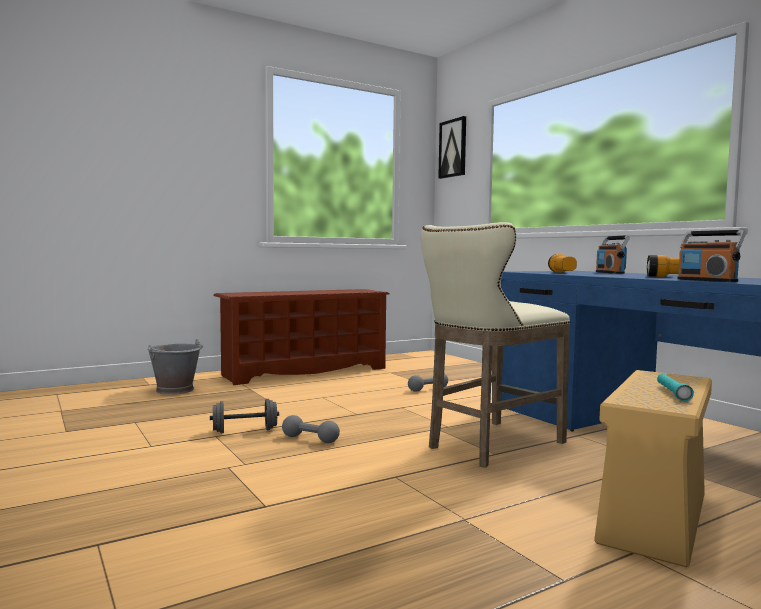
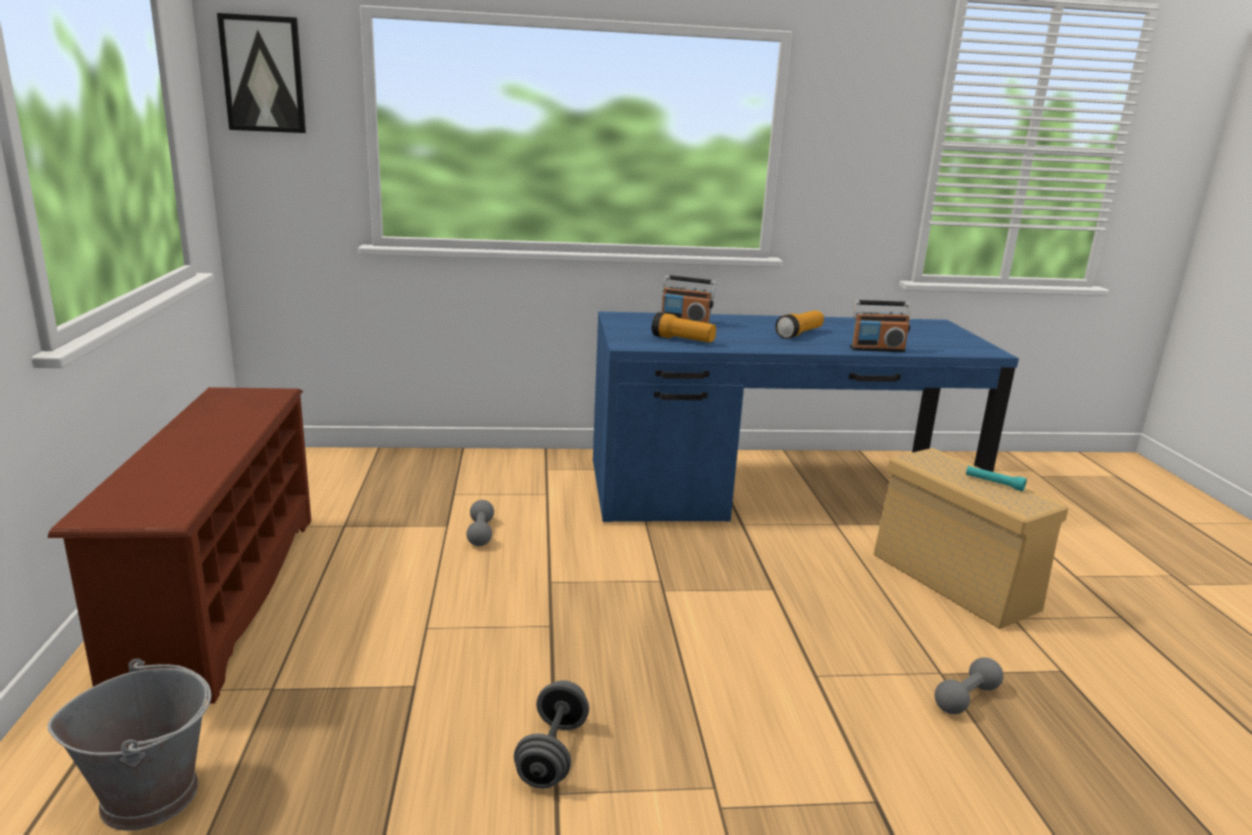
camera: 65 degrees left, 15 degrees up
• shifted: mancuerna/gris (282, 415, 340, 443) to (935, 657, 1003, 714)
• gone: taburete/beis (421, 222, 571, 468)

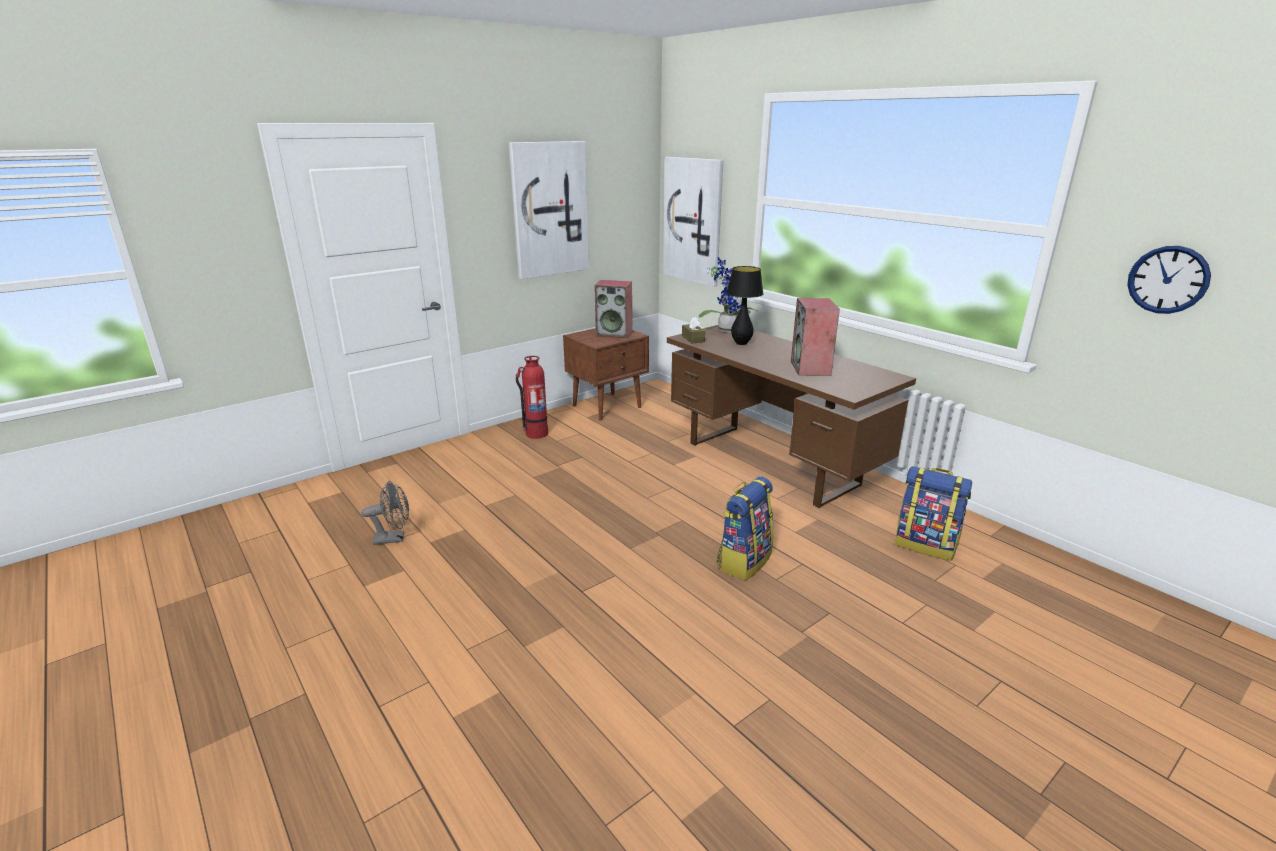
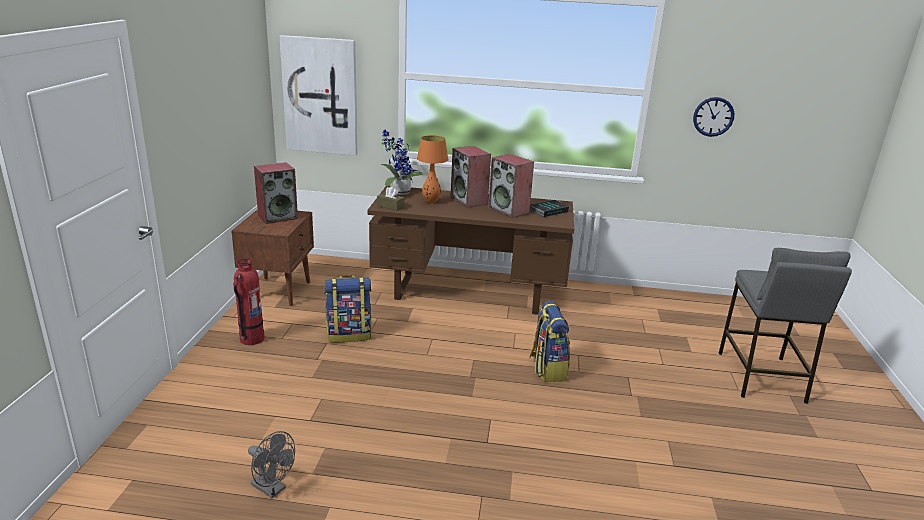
camera: 45 degrees left, 0 degrees up
• rotated: ventilador/gris (361, 481, 409, 545) = (248, 431, 295, 498) 90 degrees clockwise
• shifted: mochila (895, 466, 972, 561) to (324, 275, 371, 343)
• repainted: lámpara de mesa/negro (726, 266, 763, 345) to lámpara de mesa/naranja (417, 135, 448, 203)
• new: altavoz (451, 146, 491, 208)
• new: libro (530, 200, 569, 217)
• new: taburete/gris (719, 248, 852, 404)
• gone: cuadro (509, 141, 589, 279)

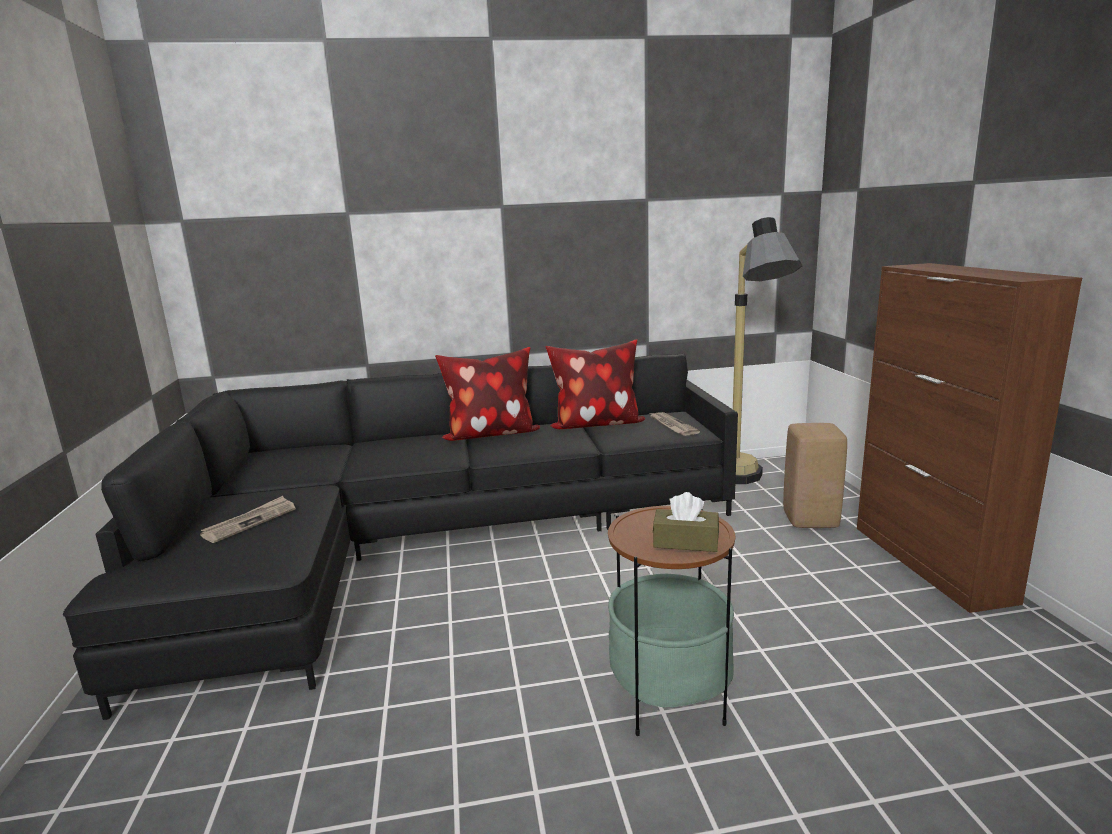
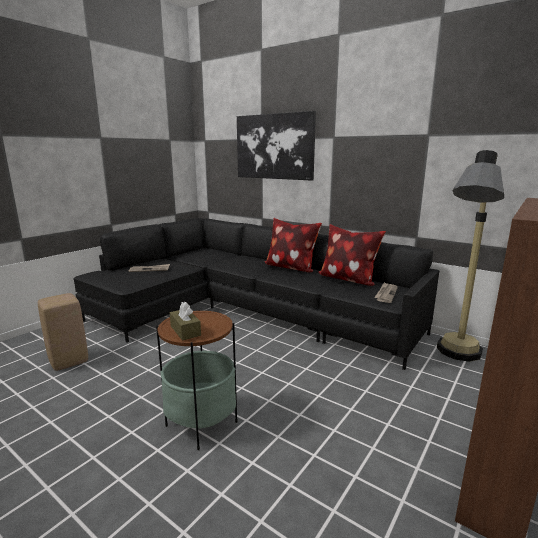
camera: 45 degrees right, 0 degrees up
• shifted: taburete/beis (783, 423, 847, 528) to (38, 293, 88, 371)
• new: cuadro (237, 111, 316, 181)

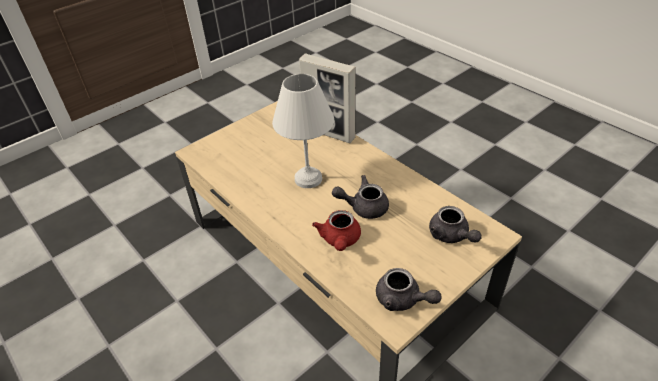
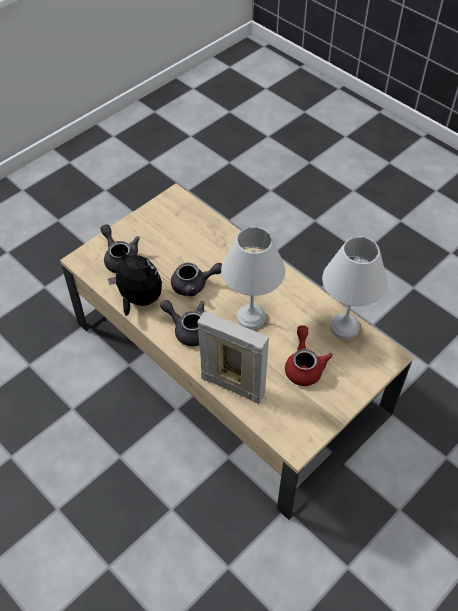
camera: 175 degrees right, 10 degrees up
• new: peluche (108, 248, 162, 316)
• shifted: tetera/gris (376, 268, 442, 311) to (160, 300, 204, 346)
• shifted: tetera/rojo (312, 210, 361, 251) to (285, 325, 333, 386)
• new: lámpara de mesa/blanco (322, 236, 388, 339)

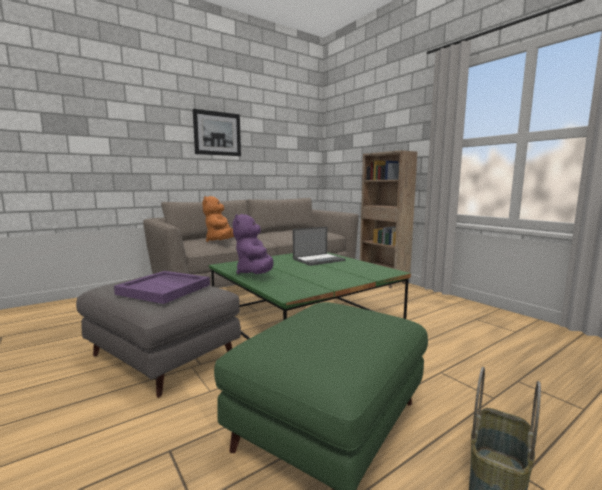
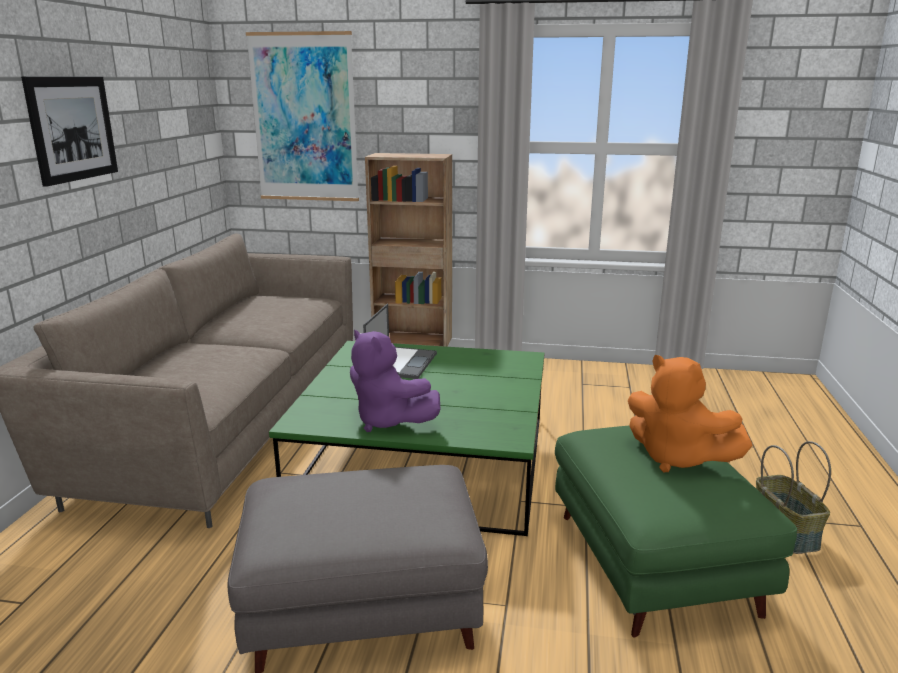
camera: 45 degrees left, 10 degrees up
• new: cuadro (246, 31, 359, 201)
• shifted: peluche/naranja (202, 196, 234, 242) to (628, 355, 753, 472)
• gone: bandeja/morado (114, 271, 210, 304)

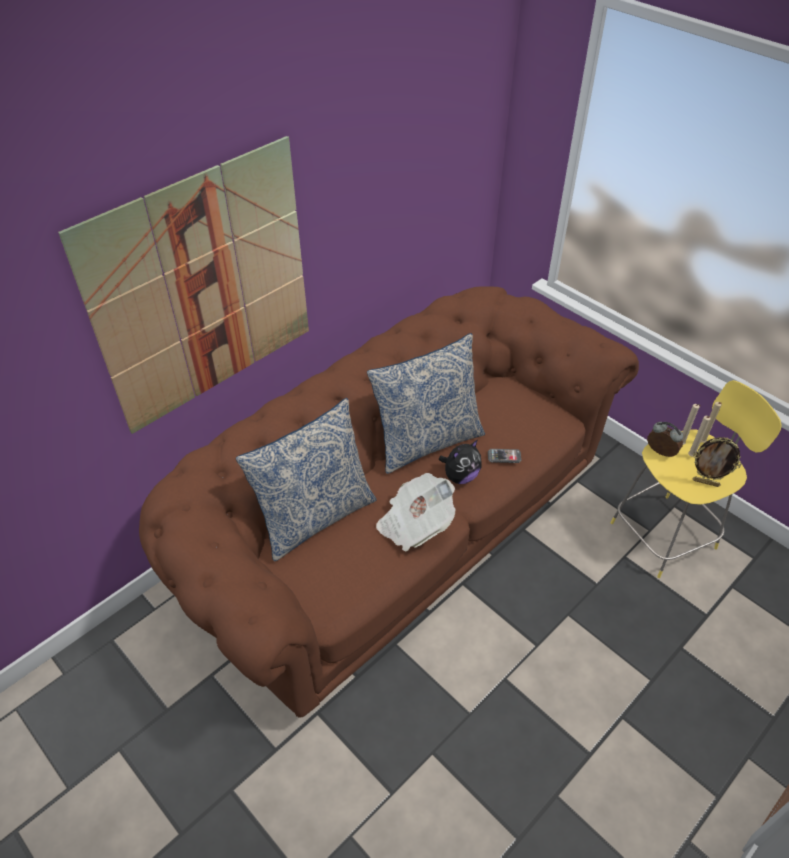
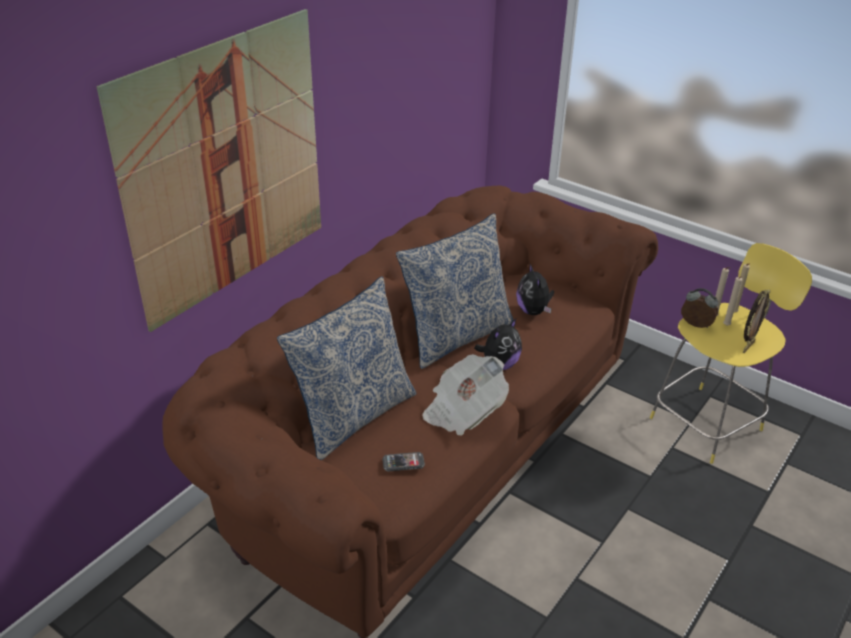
camera: 10 degrees left, 10 degrees down
• shifted: móvil (488, 449, 521, 463) to (382, 452, 425, 471)
• new: peluche (516, 263, 554, 315)
• rotated: portarretratos (693, 437, 742, 487) = (743, 289, 770, 353) 60 degrees counterclockwise

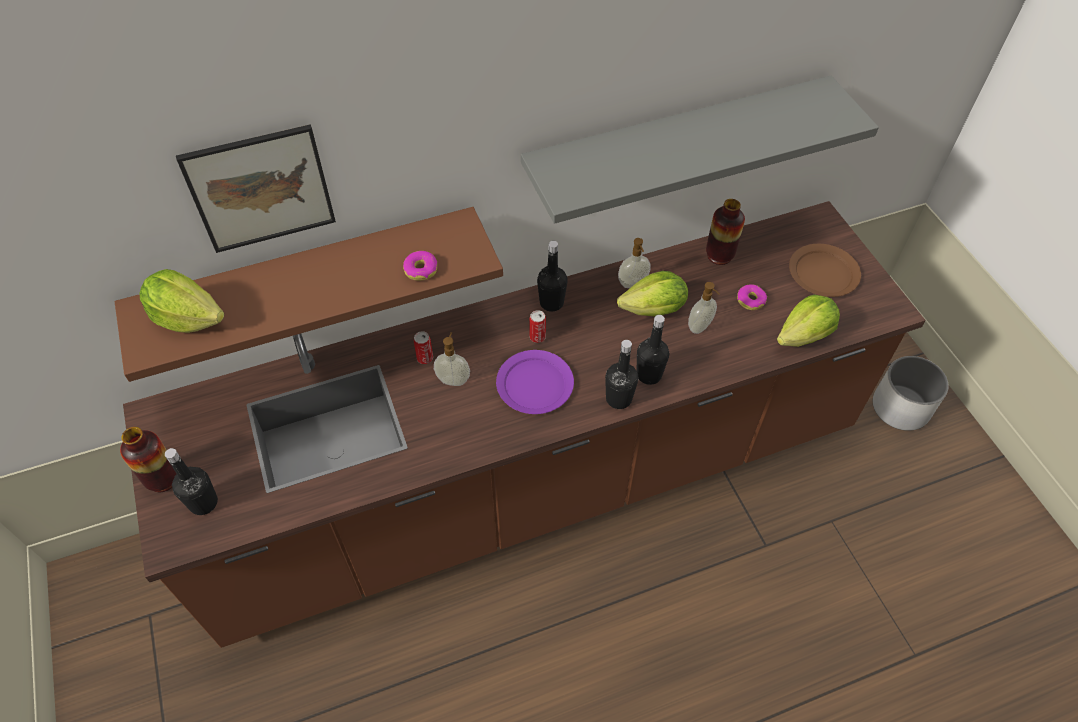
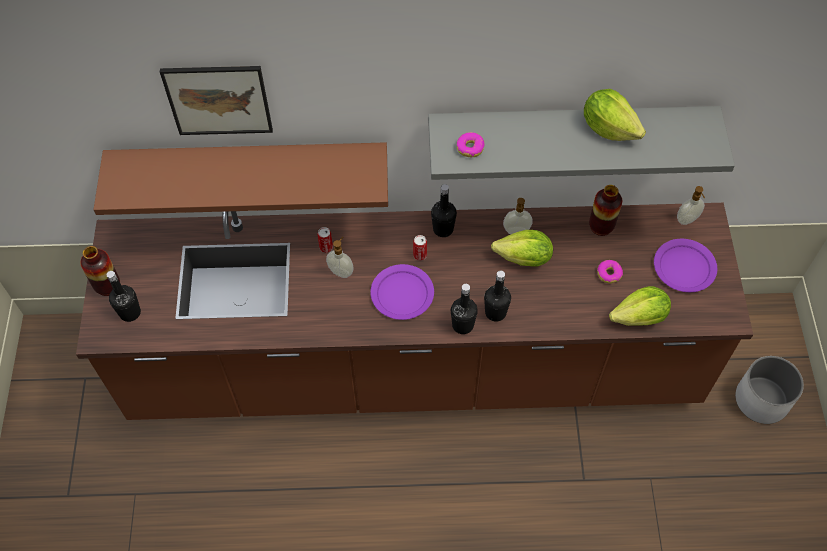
camera: 20 degrees right, 5 degrees up
• shifted: rosquilla (403, 251, 437, 281) to (457, 132, 485, 157)
• shifted: lechuga (139, 269, 224, 333) to (584, 89, 646, 141)
• repainted: plato/marrón (789, 244, 861, 297) to plato/morado (654, 239, 717, 292)
• shifted: dispensador de jabón (688, 282, 719, 334) to (677, 186, 705, 225)

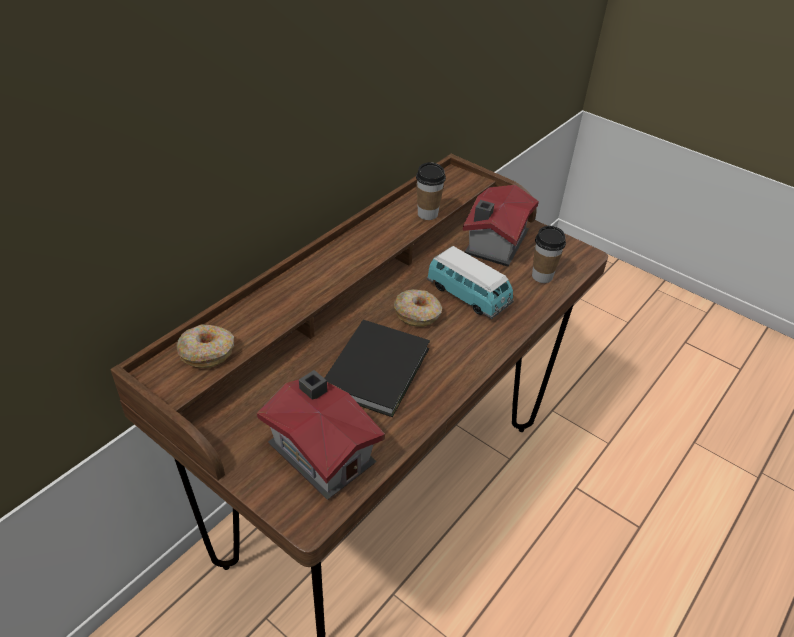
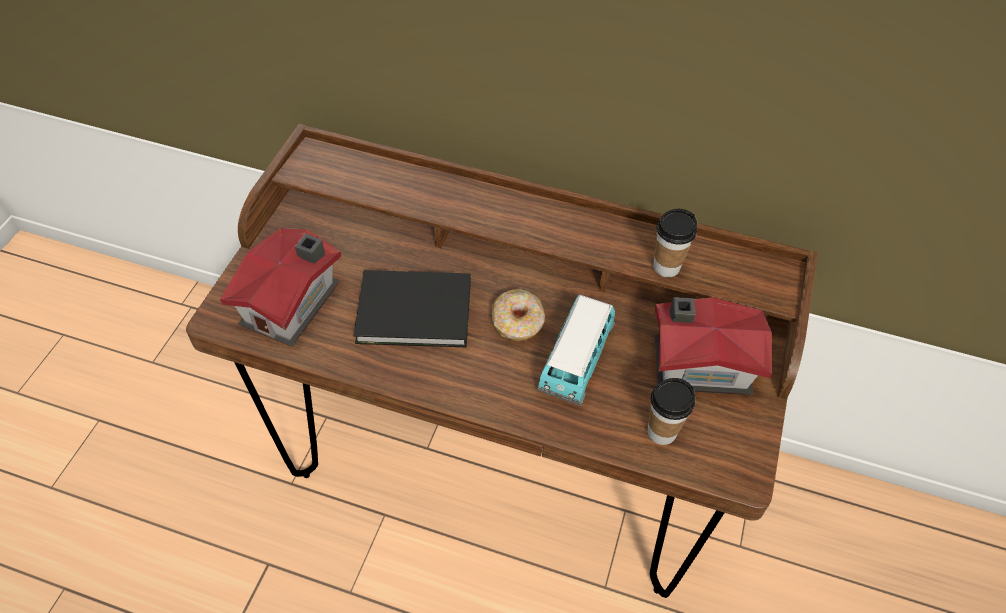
camera: 70 degrees right, 10 degrees up
• gone: rosquilla (177, 325, 234, 368)

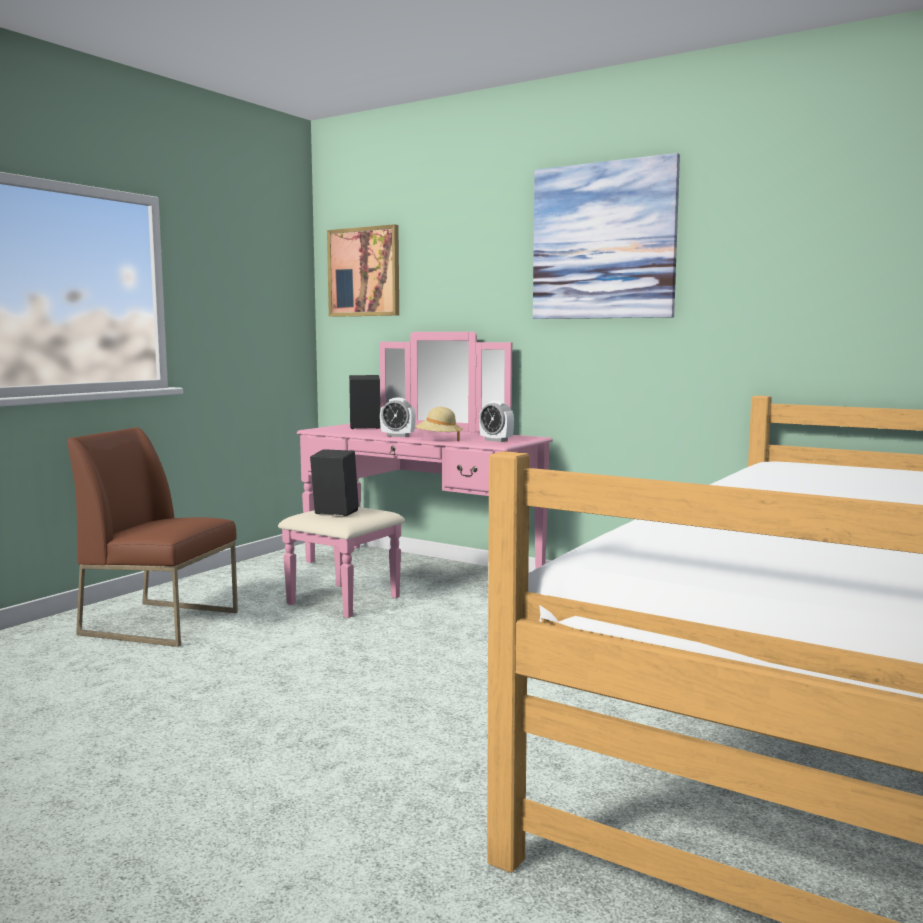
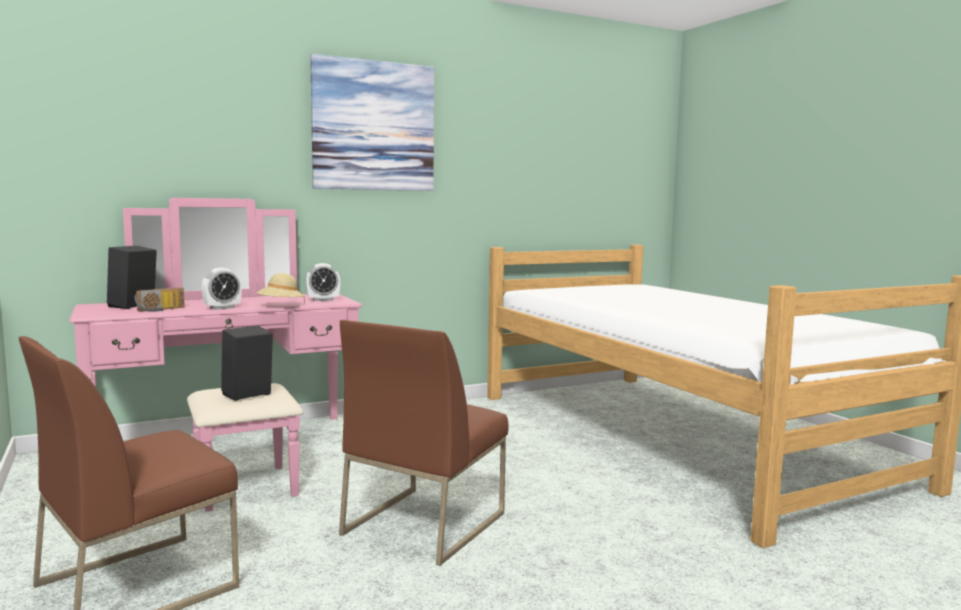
camera: 60 degrees left, 0 degrees up
• new: radio (134, 287, 185, 312)
• new: silla/marrón (339, 320, 508, 566)
• gone: cuadro (327, 224, 399, 317)

